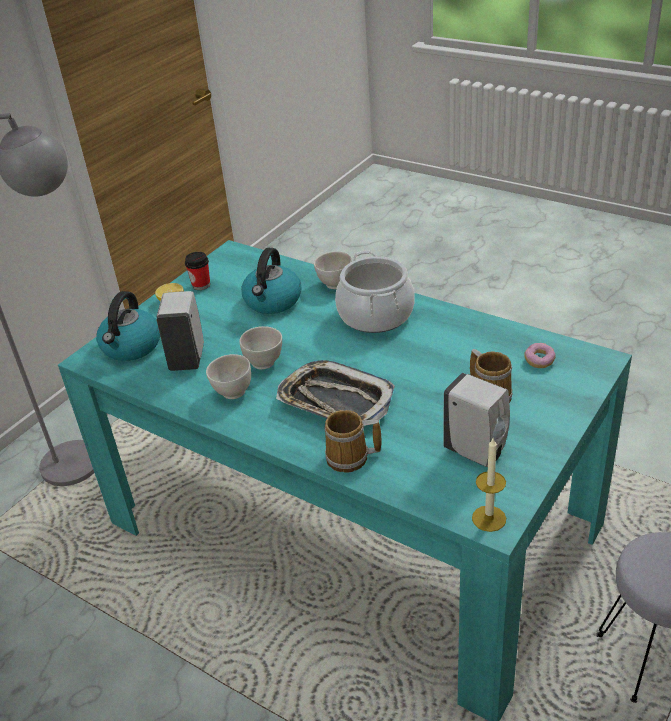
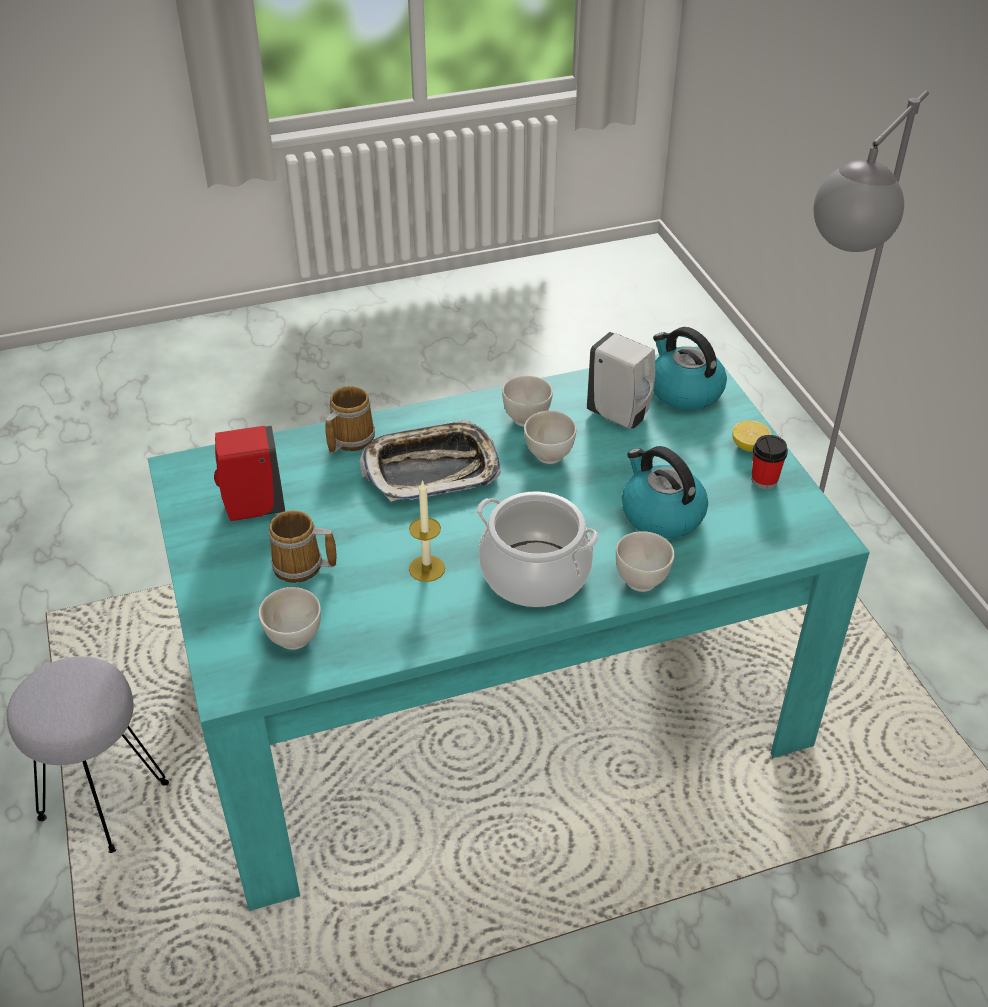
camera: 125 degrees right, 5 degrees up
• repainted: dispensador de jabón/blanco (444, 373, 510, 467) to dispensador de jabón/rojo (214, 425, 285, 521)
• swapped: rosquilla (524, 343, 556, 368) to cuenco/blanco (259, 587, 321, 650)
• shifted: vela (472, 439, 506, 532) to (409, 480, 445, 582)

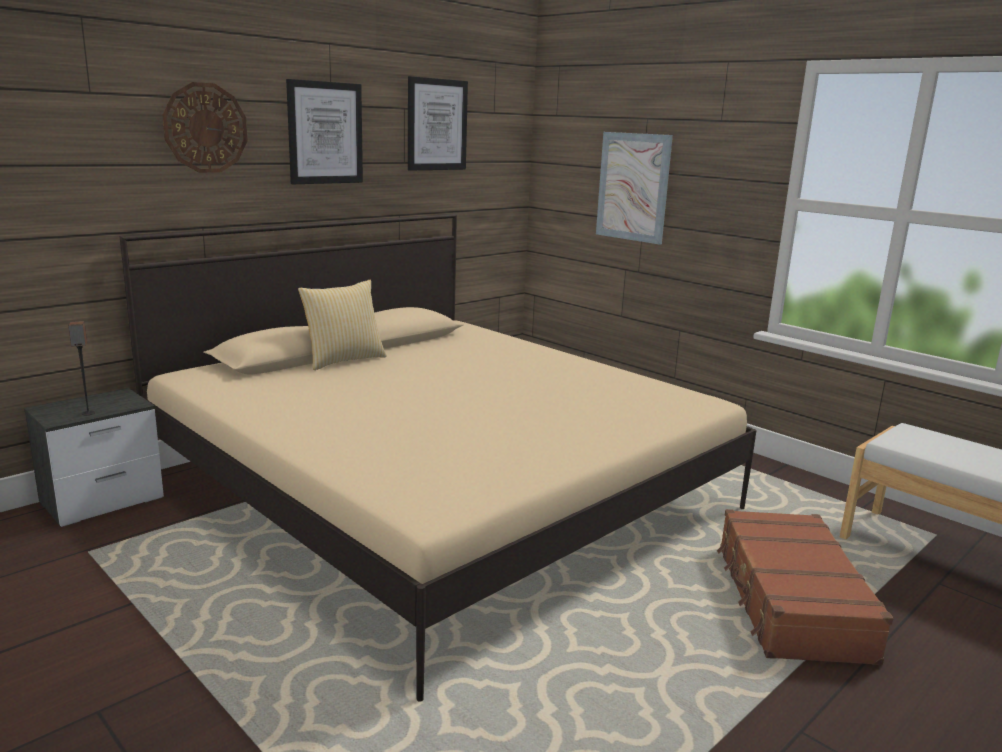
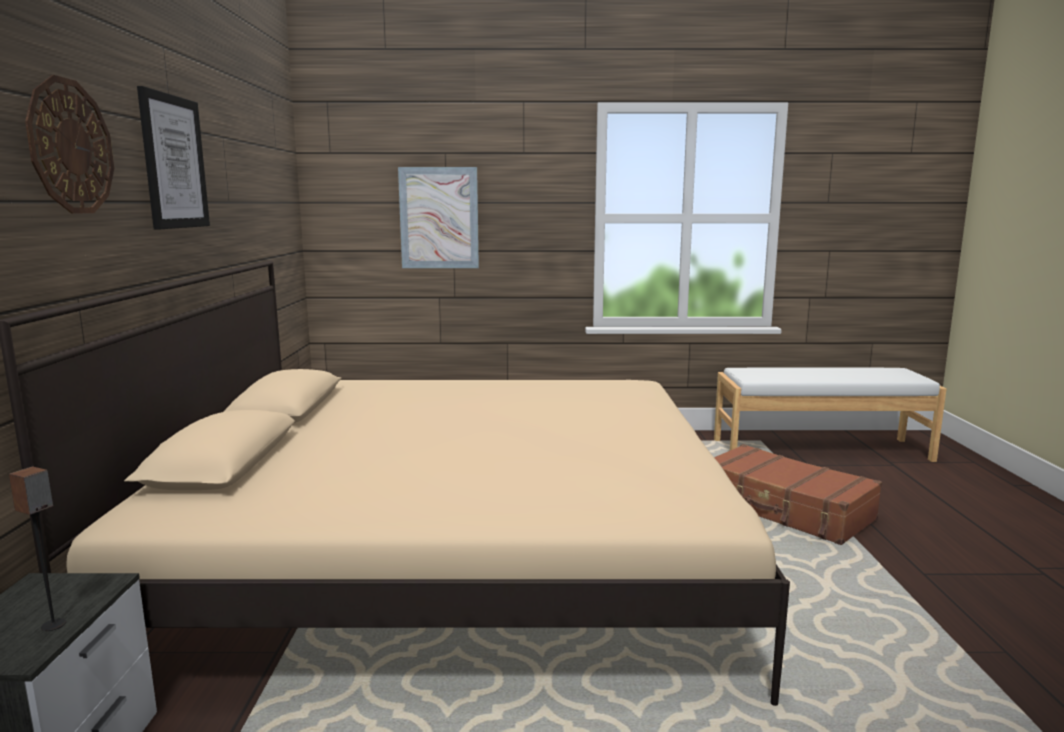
camera: 45 degrees left, 5 degrees down
• gone: cojín (298, 280, 387, 370)
• gone: cuadro (408, 76, 468, 170)

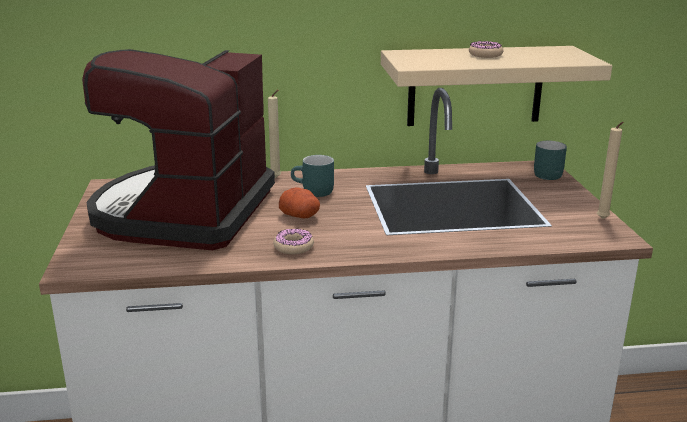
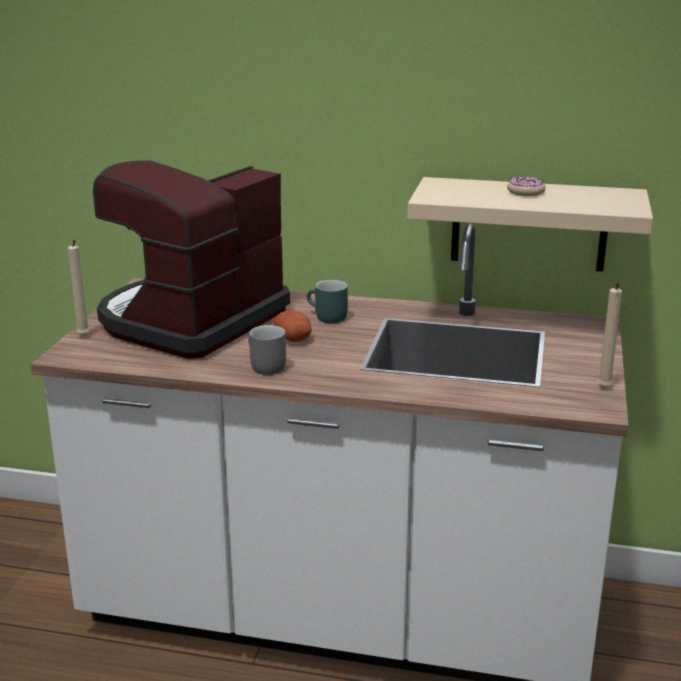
camera: 20 degrees right, 0 degrees up
• shifted: vela/beis (268, 90, 281, 178) to (68, 240, 89, 336)
• swapped: rosquilla (273, 229, 314, 254) to taza grande/gris (248, 325, 286, 375)
• gone: taza grande/turquesa (534, 141, 567, 180)

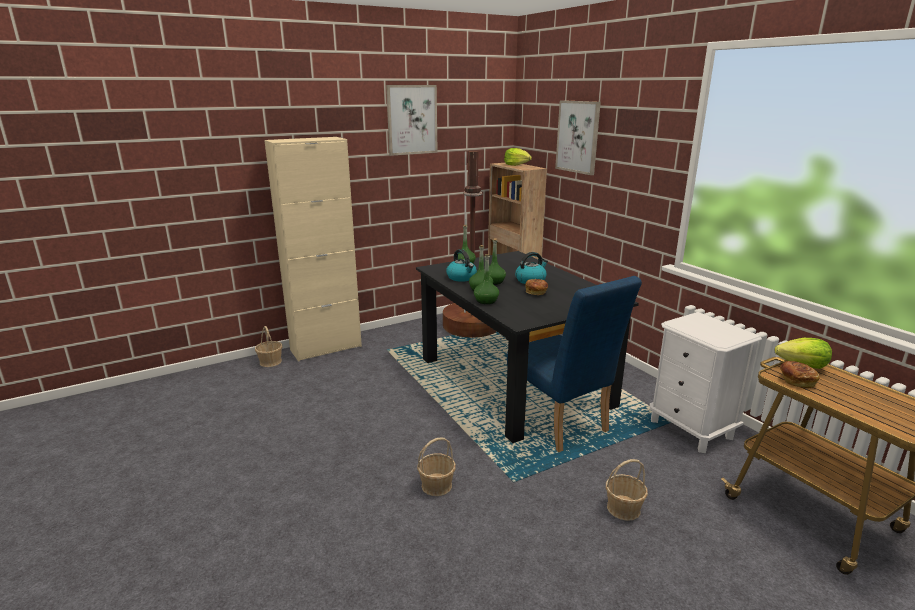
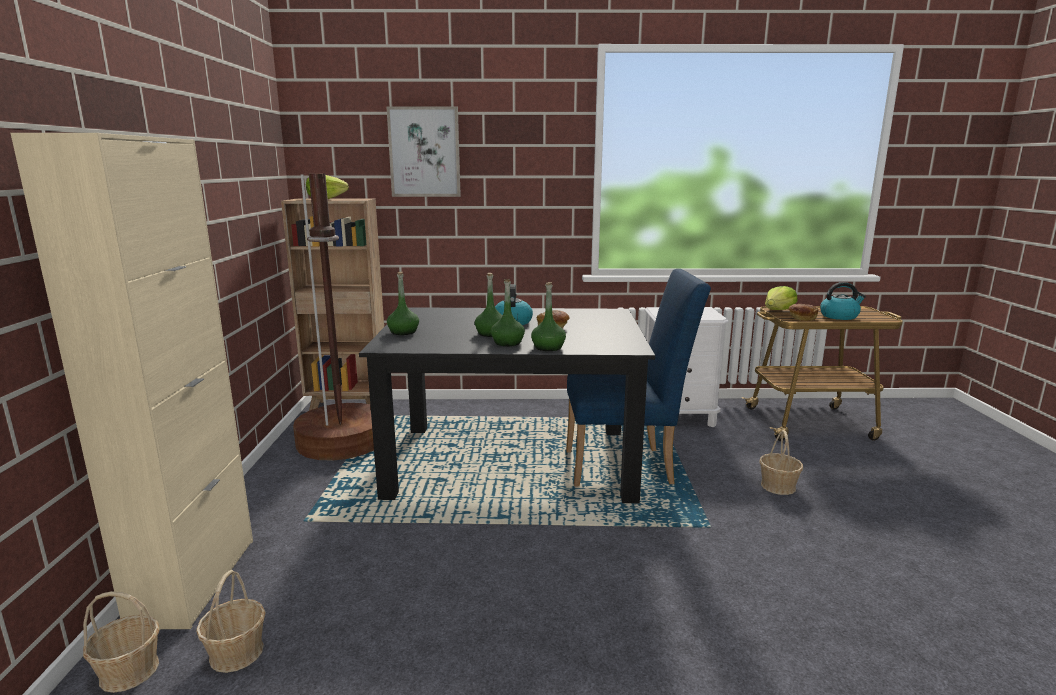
camera: 60 degrees left, 5 degrees down
• shifted: cesta (417, 437, 456, 496) to (196, 570, 265, 673)
• shifted: hervidor (446, 249, 477, 282) to (820, 282, 866, 320)
• gone: cuadro (386, 85, 438, 156)

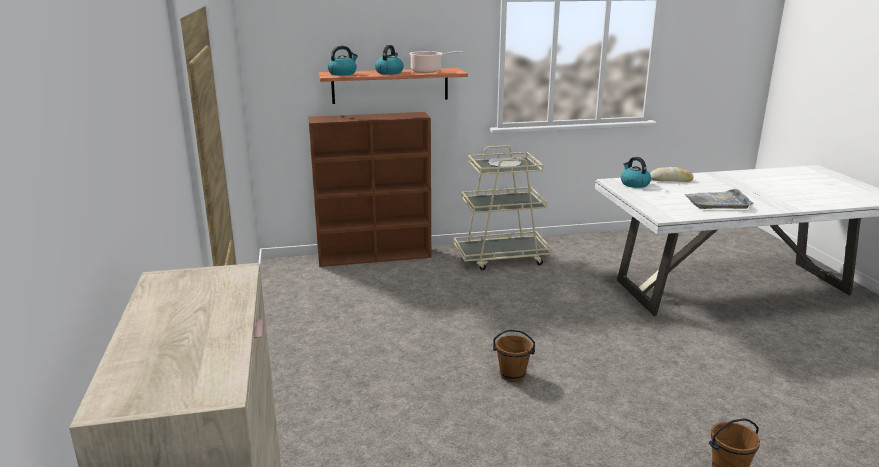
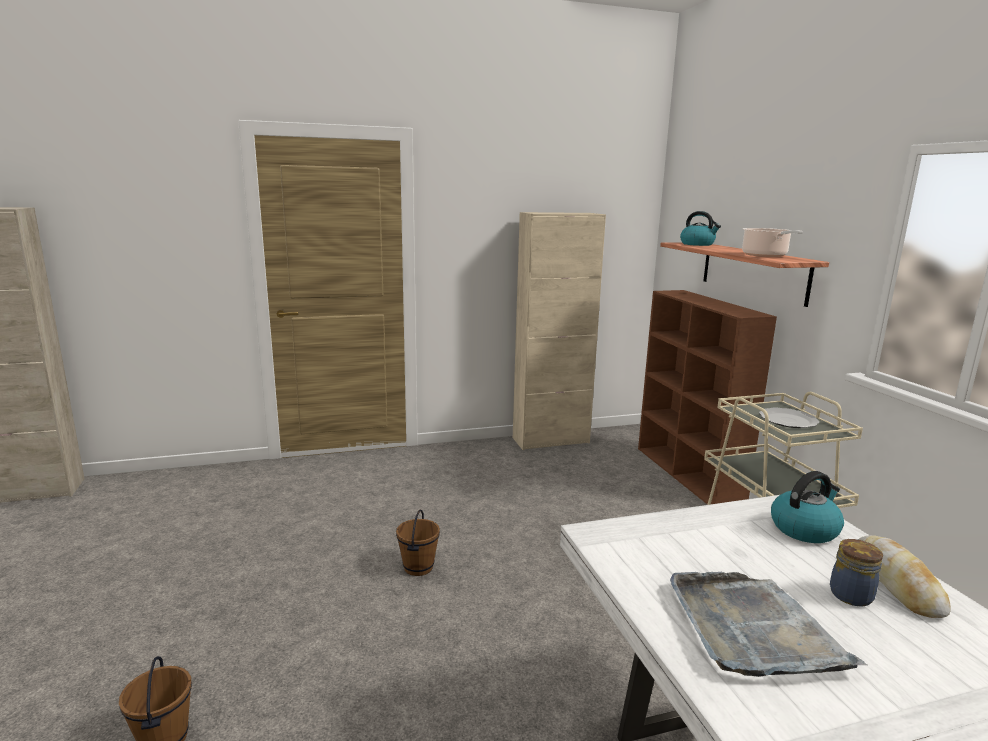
camera: 85 degrees right, 5 degrees down
• new: armario/beis (513, 212, 606, 450)
• new: tarro (830, 539, 883, 607)
• gone: hervidor (375, 45, 403, 75)

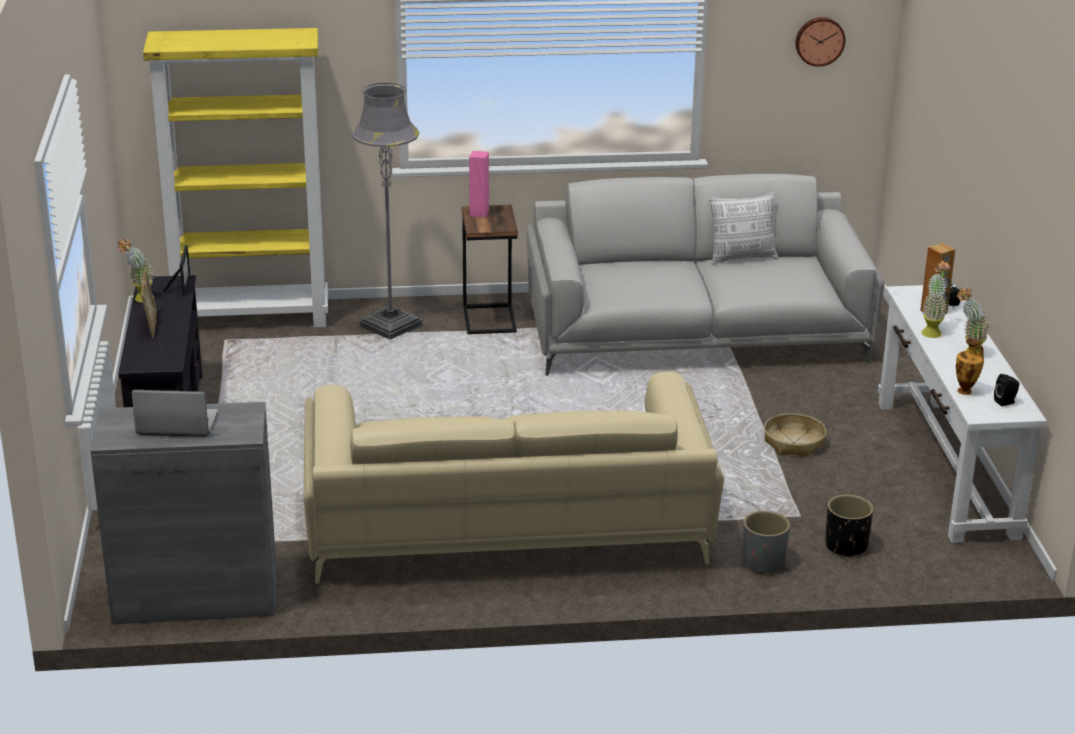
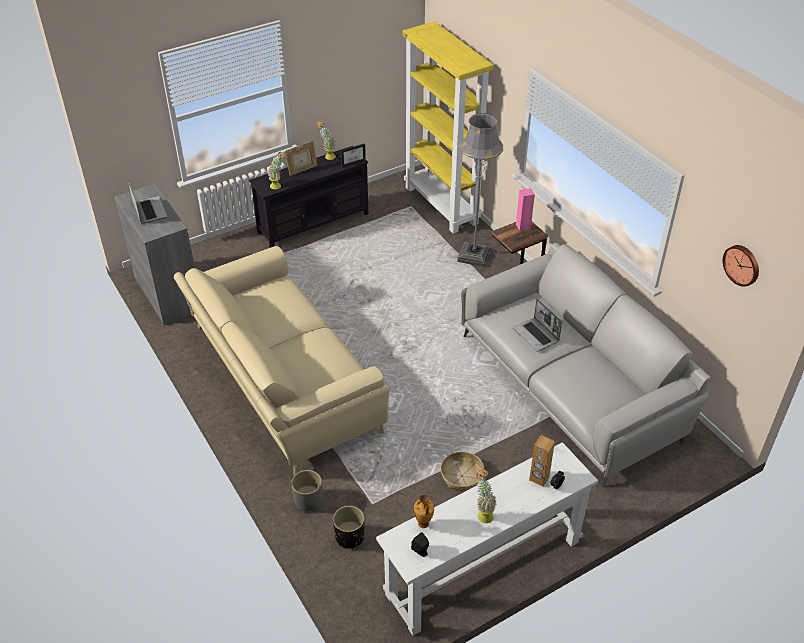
camera: 65 degrees right, 15 degrees up
• shifted: planta en maceta (922, 260, 950, 338) to (267, 152, 286, 189)
• new: portátil (513, 299, 562, 352)
• gone: cojín (709, 192, 778, 265)

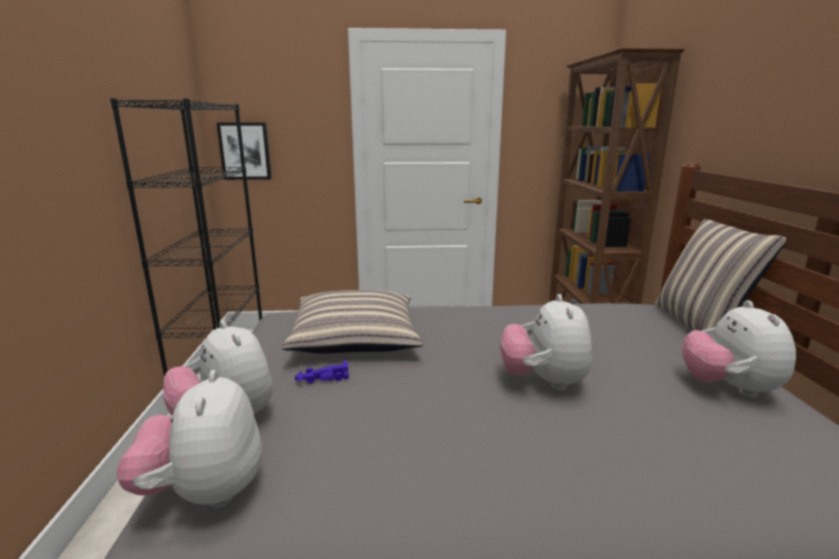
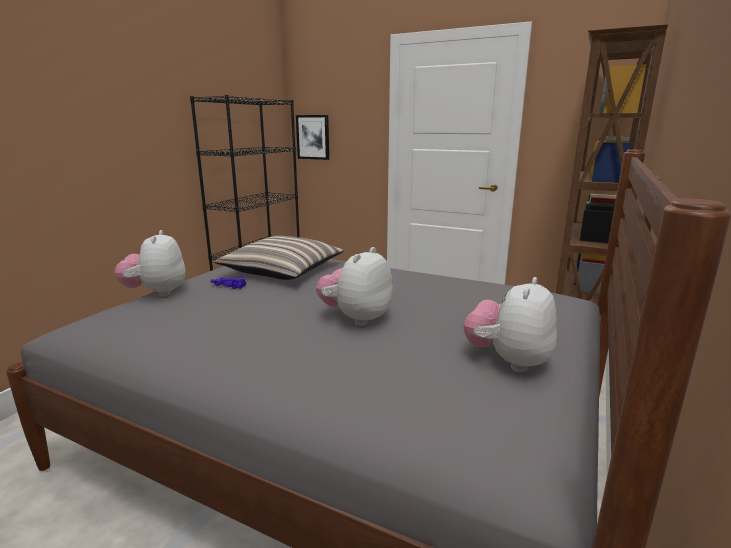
camera: 30 degrees right, 0 degrees up
• gone: peluche (117, 370, 262, 508)
• gone: cojín (654, 219, 786, 331)

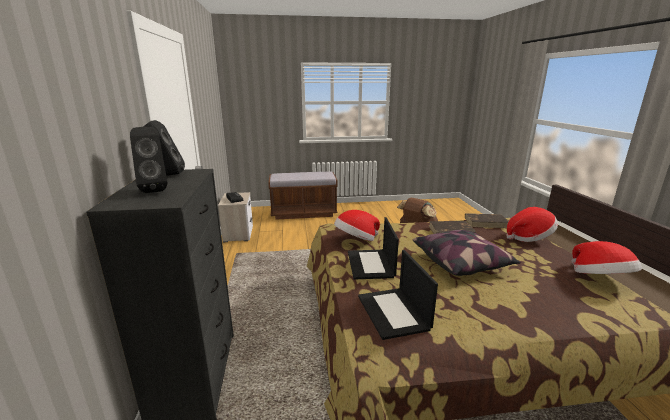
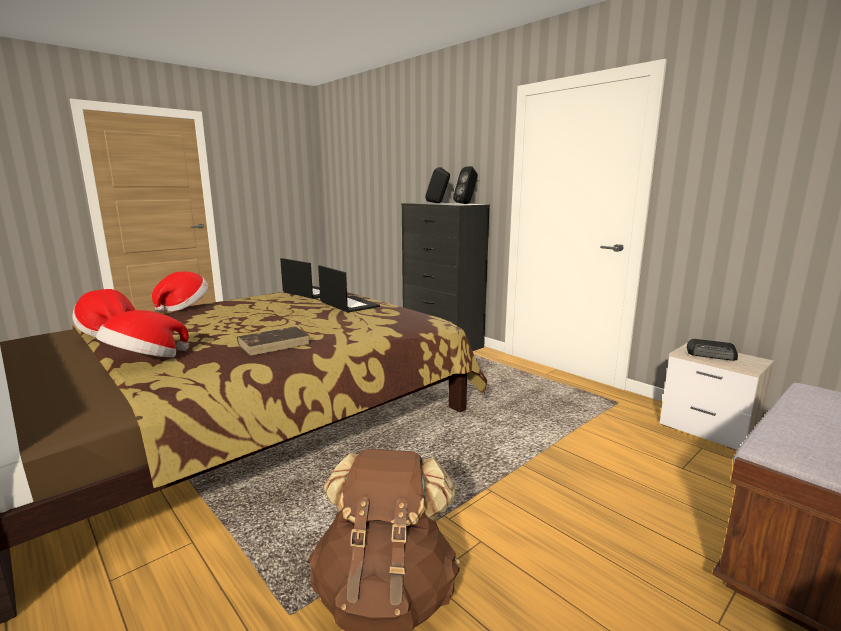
camera: 145 degrees right, 5 degrees down
• shifted: sombrero (334, 210, 380, 241) to (152, 271, 208, 313)
• gone: cojín (412, 230, 521, 276)
• gone: libro/marrón (465, 213, 508, 228)

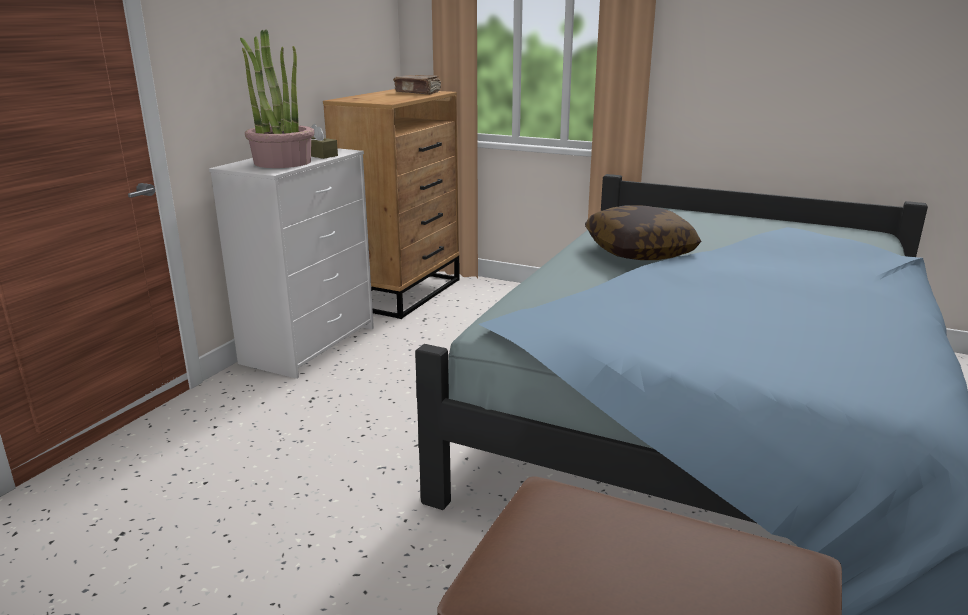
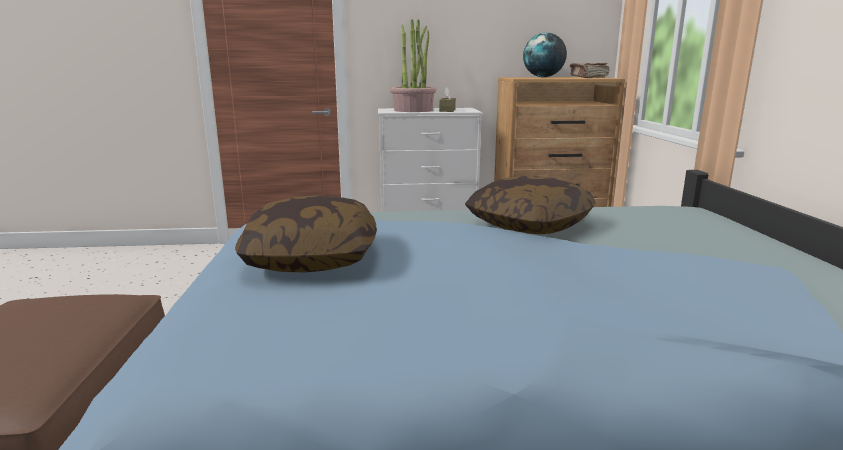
camera: 60 degrees right, 5 degrees down
• new: cojín (235, 195, 377, 273)
• new: globo terráqueo (523, 33, 567, 77)

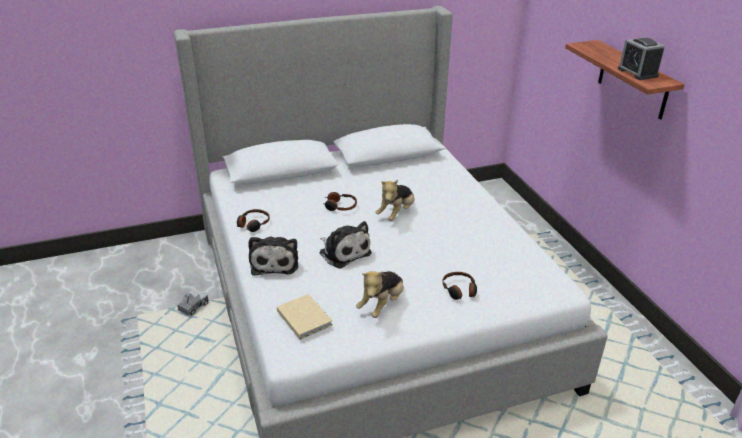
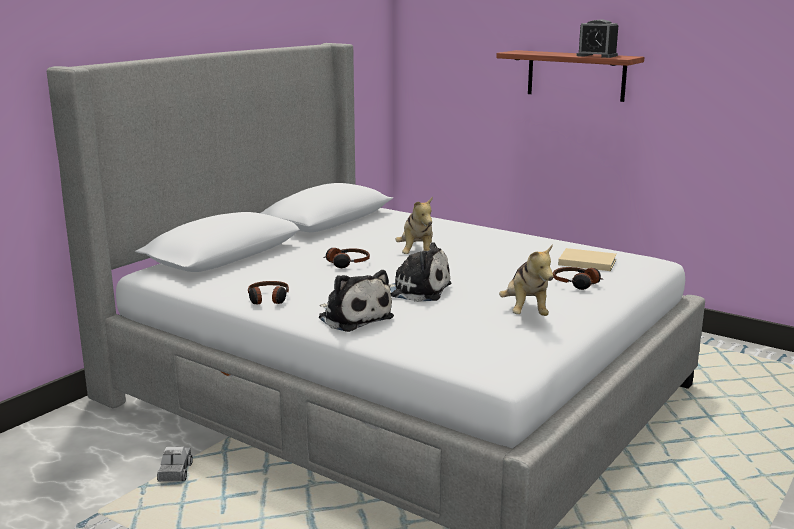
camera: 35 degrees left, 15 degrees down
• shifted: libro/beis (277, 294, 332, 339) to (558, 248, 617, 271)

